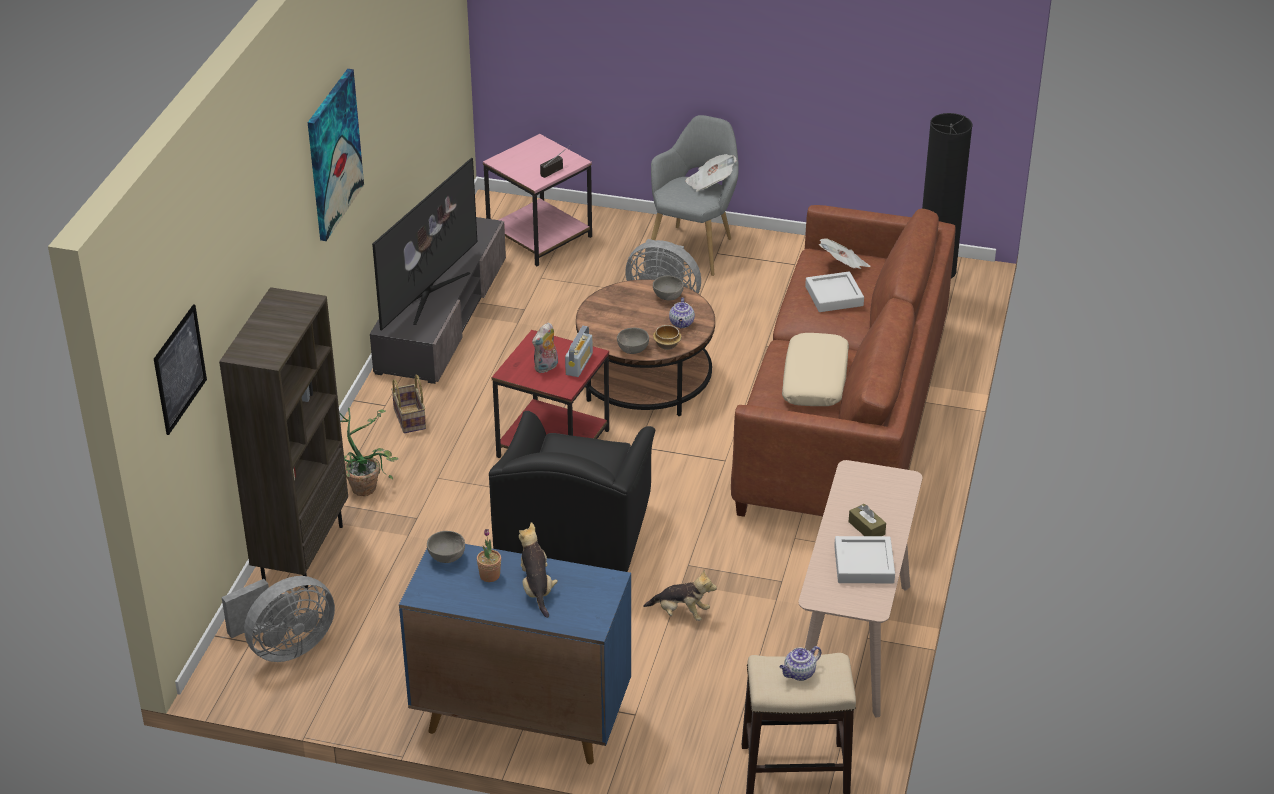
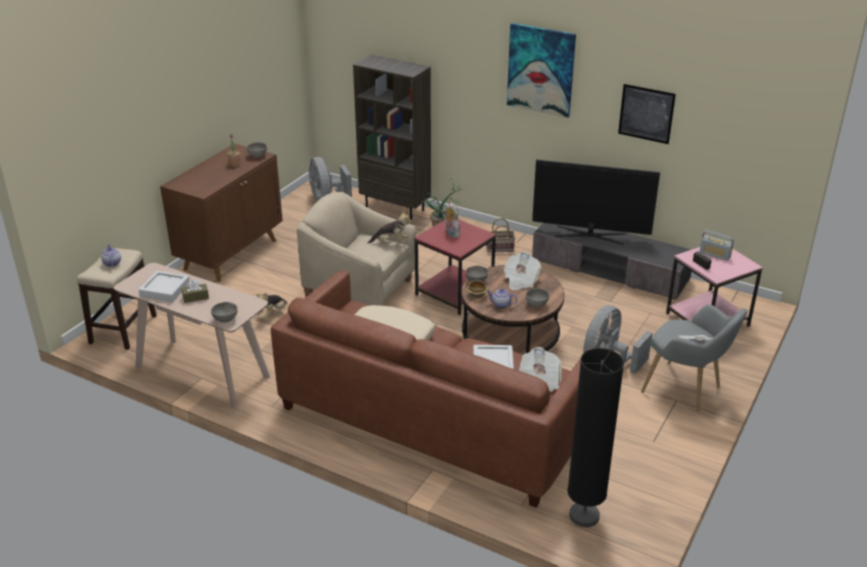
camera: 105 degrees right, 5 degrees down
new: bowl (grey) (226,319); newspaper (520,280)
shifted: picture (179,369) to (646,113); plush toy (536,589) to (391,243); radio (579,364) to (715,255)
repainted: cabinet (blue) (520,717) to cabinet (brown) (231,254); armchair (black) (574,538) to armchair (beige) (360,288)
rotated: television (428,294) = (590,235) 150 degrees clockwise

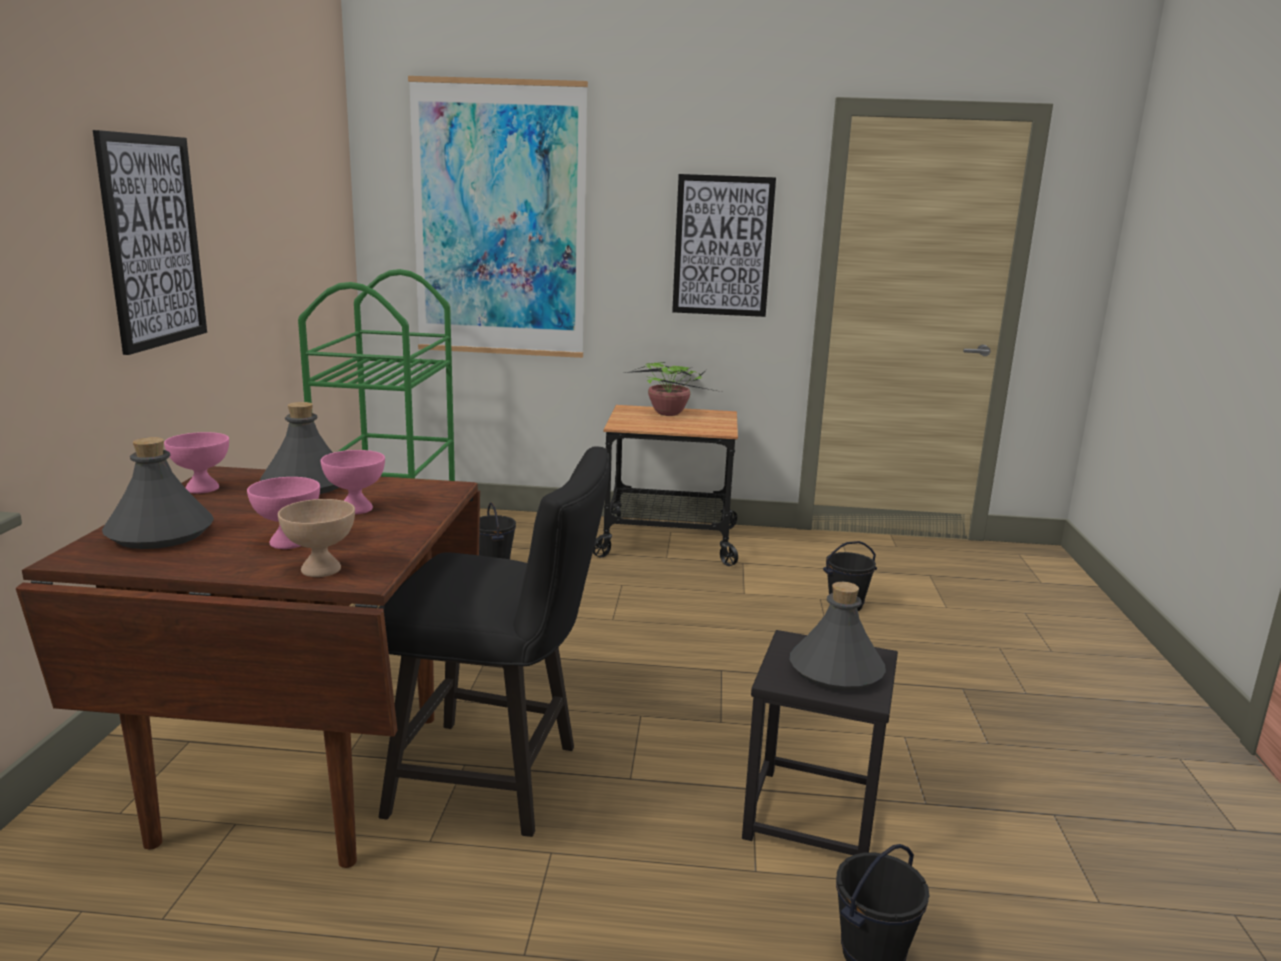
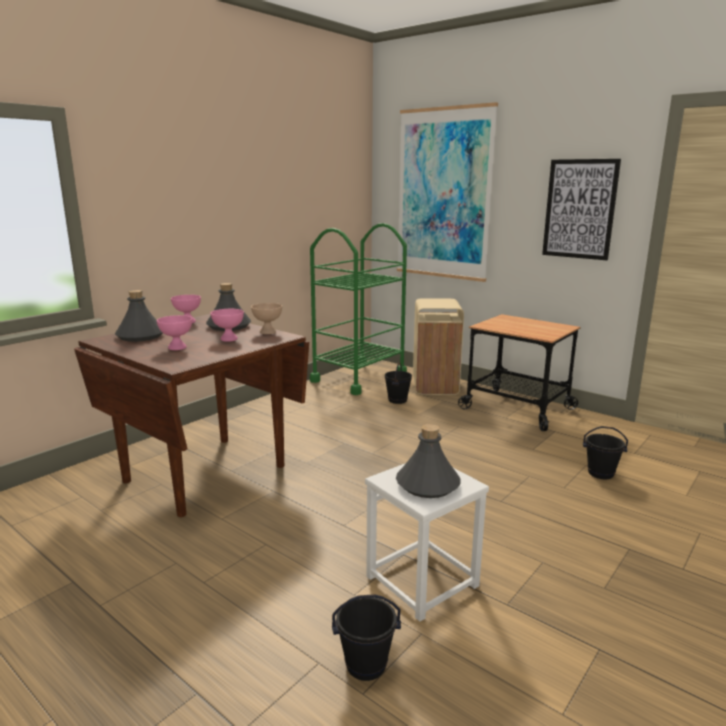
camera: 35 degrees right, 0 degrees up
gone: picture (153,241); chair (black) (498,780); potted plant (670,414)
new: trash can (beige) (434,386)
shifted: bowl (beige) (322,570) to (268,332)
repainted: stool (black) (813,816) to stool (white) (422,582)

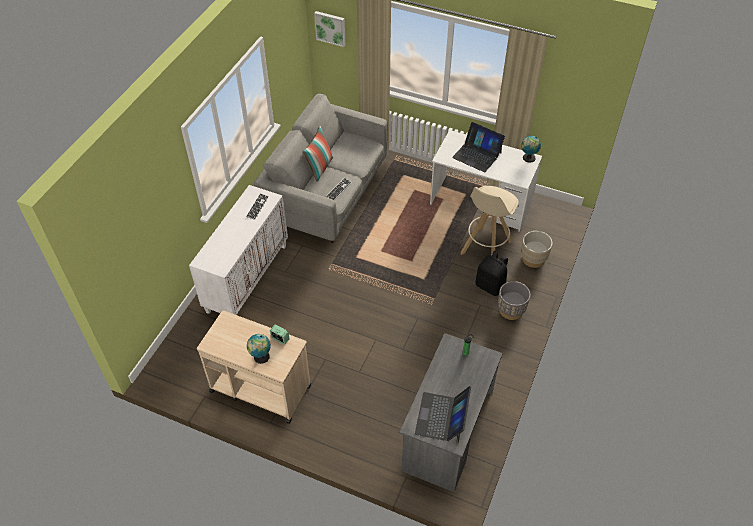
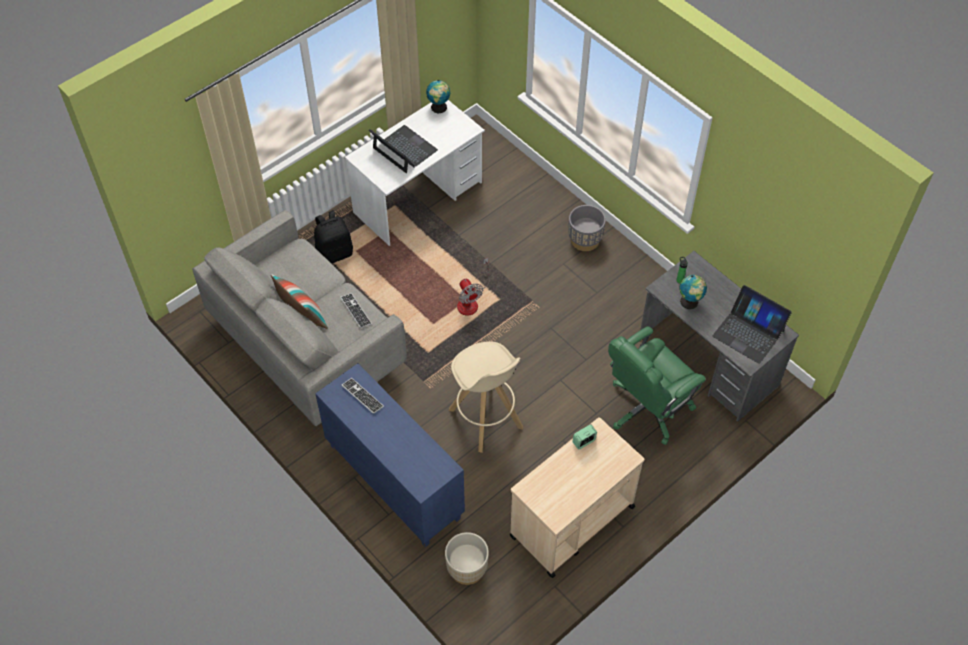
camera: 65 degrees left, 5 degrees up
gone: picture (330,28)
new: fan (471,301); office chair (green) (647,408)
shifted: globe (261,357) to (690,303); stool (beige) (485,248) to (486,419); backpack (black) (490,286) to (335,253); planter (beige) (533,259) to (467,569)
repainted: cabinet (white) (247,277) to cabinet (blue) (393,481)
rotated: laptop (477,155) = (404,149) 105 degrees counterclockwise

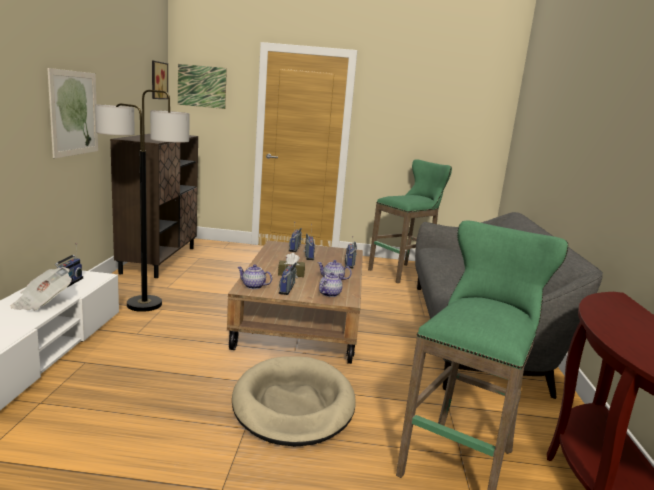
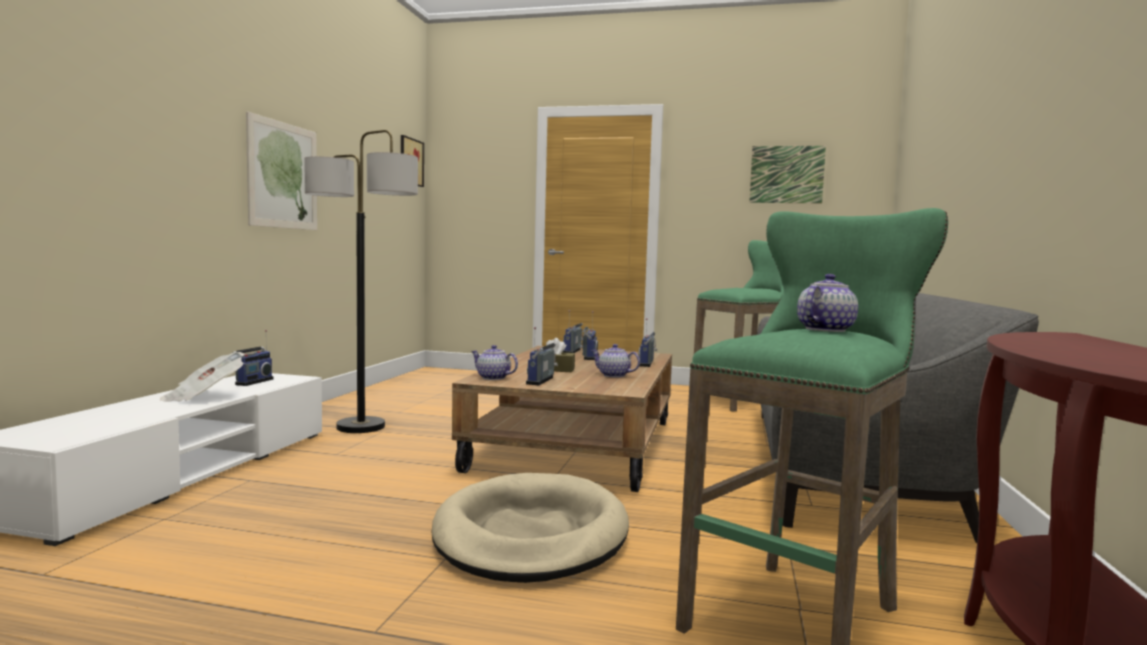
camera: 10 degrees right, 10 degrees down
gone: cabinet (brown) (159,260)
shifted: picture (202,86) to (786,174); teapot (329,294) to (824,330)

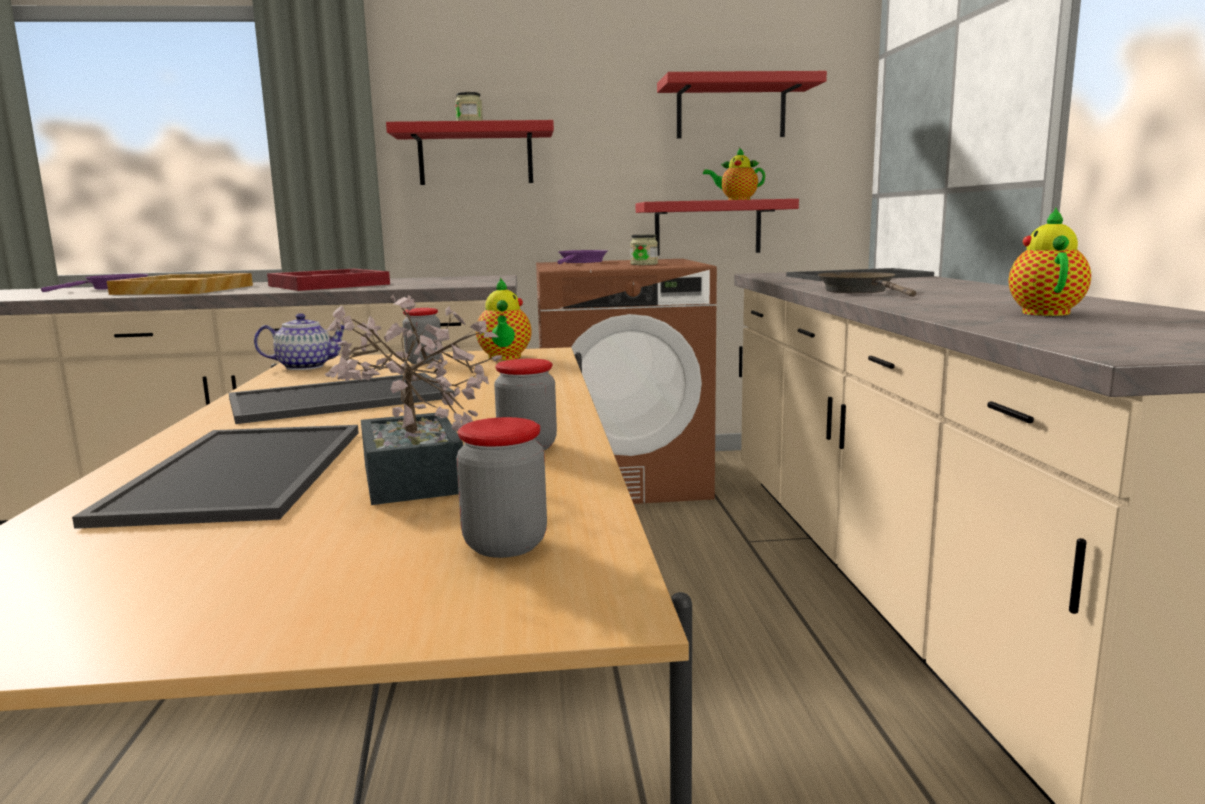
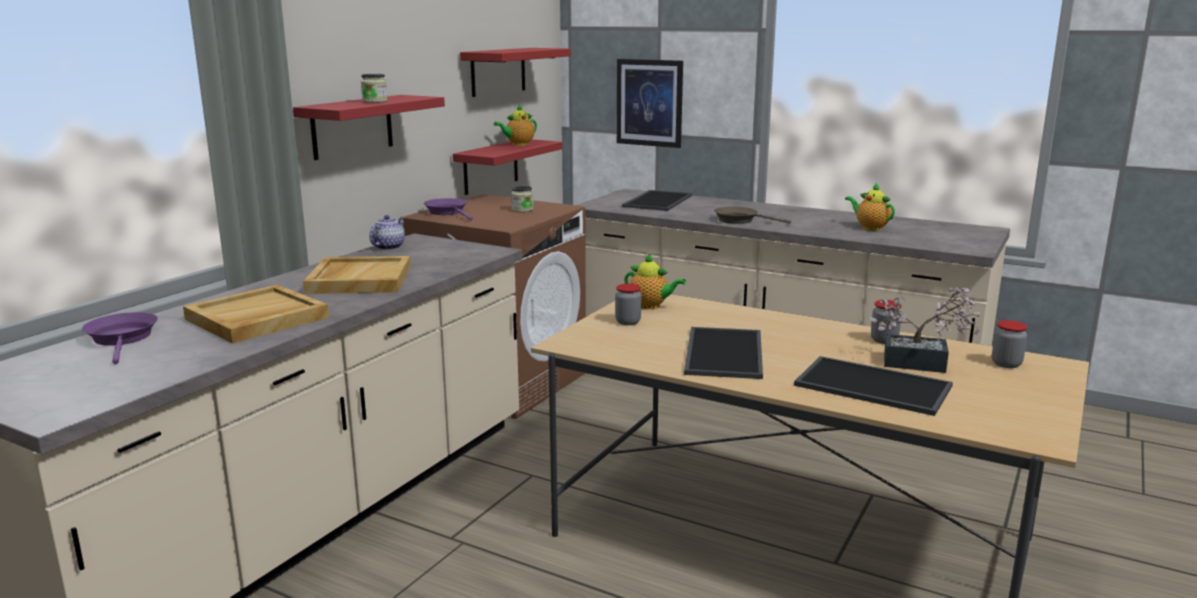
camera: 55 degrees left, 5 degrees up
new: picture (649,103)
shifted: teapot (306,366) to (388,247)
repainted: tray (red) (329,285) to tray (beige) (359,279)

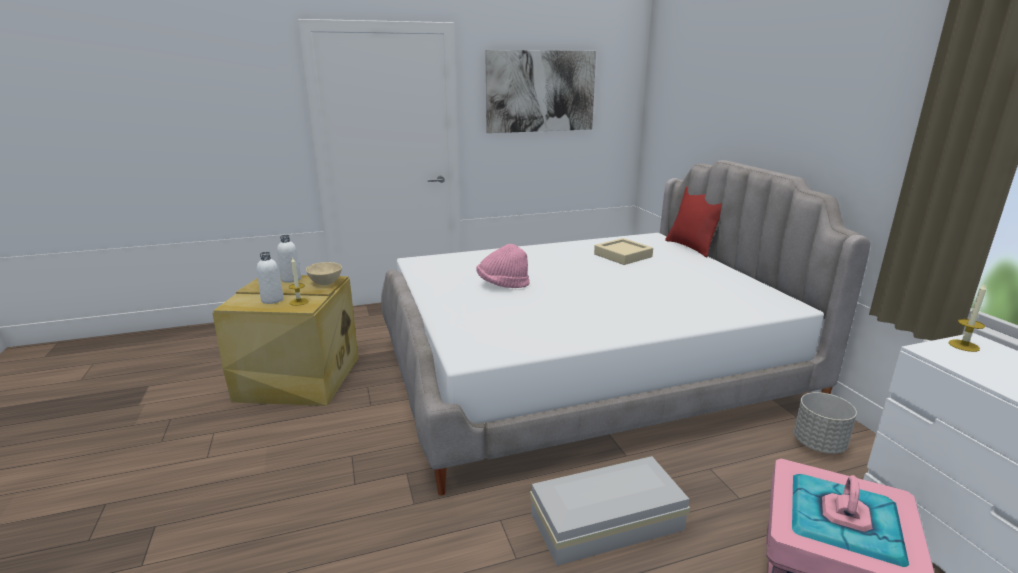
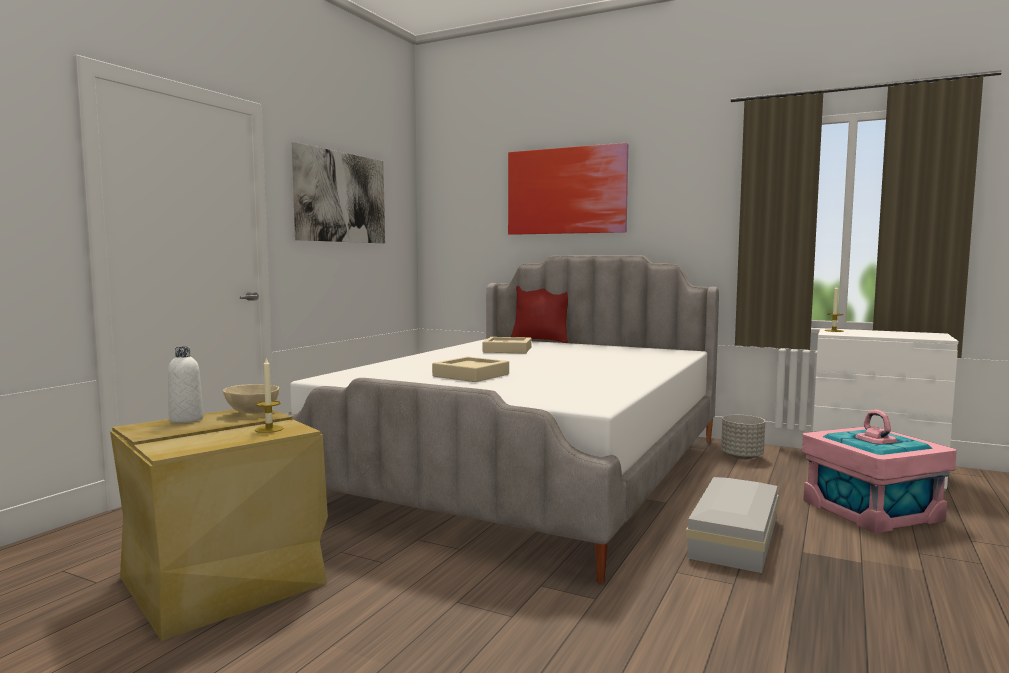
camera: 45 degrees left, 15 degrees down
gone: bottle (white) (272,300)
new: picture (566,191)
swapped: hat (pink) (503,285) to tray (beige) (471,375)

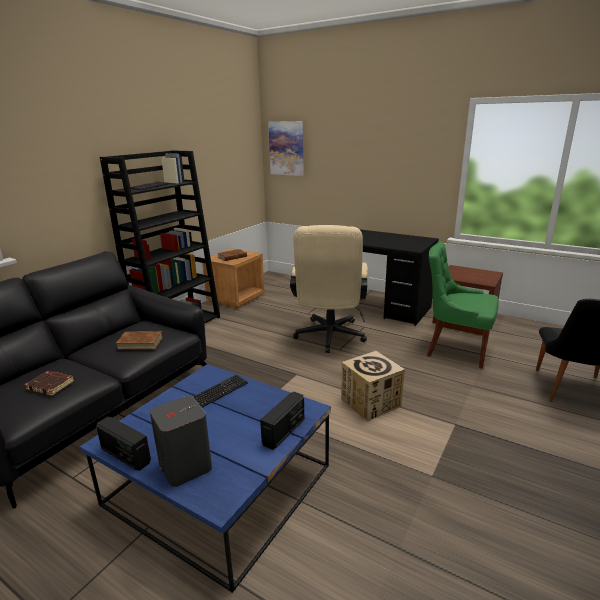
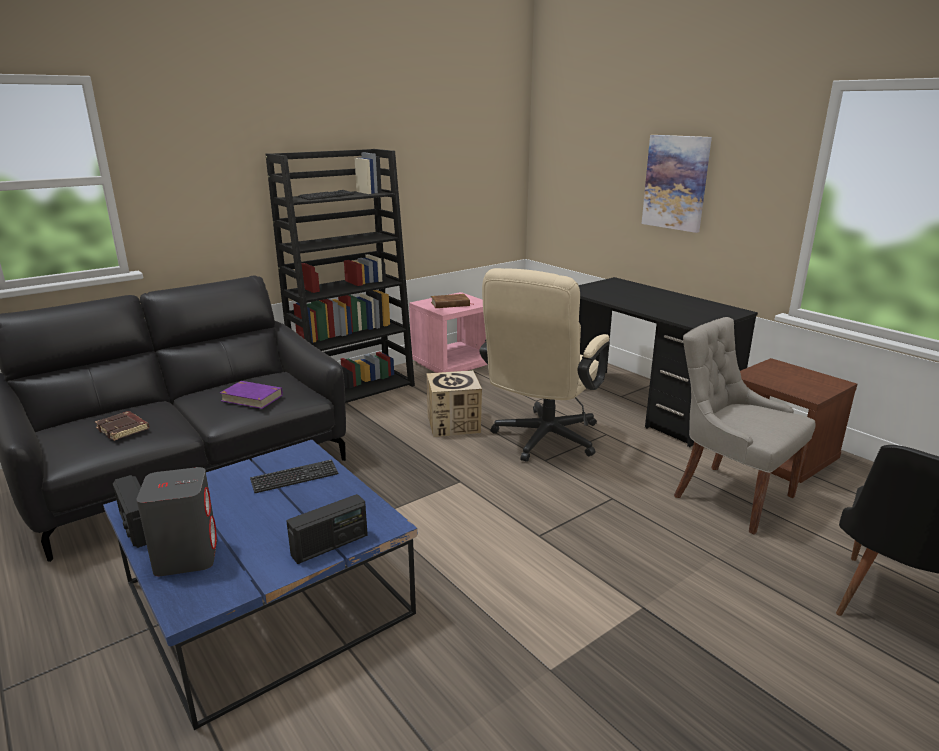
camera: 20 degrees right, 0 degrees up
shifted: picture (286,148) to (676,182); cardboard box (371,402) to (453,424)
repainted: book (brown) (140,343) to book (purple) (252,398); nightstand (brown) (236,298) to nightstand (pink) (452,363); chair (green) (455,349) to chair (grey) (729,496)

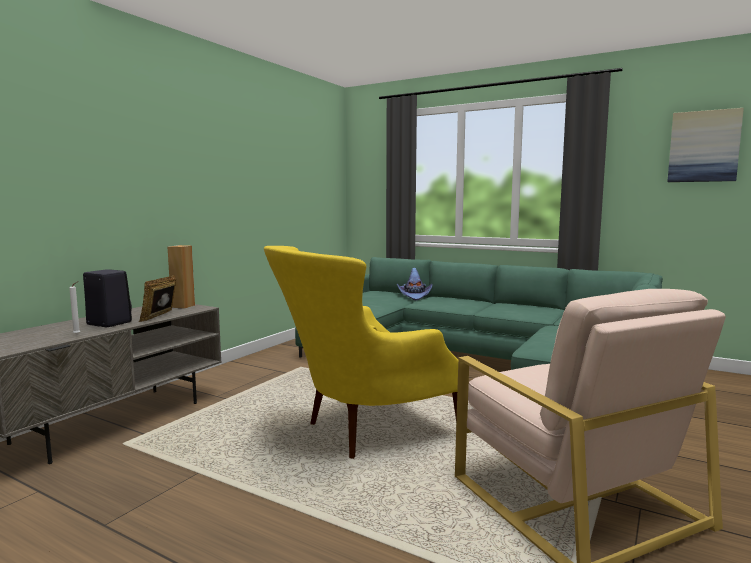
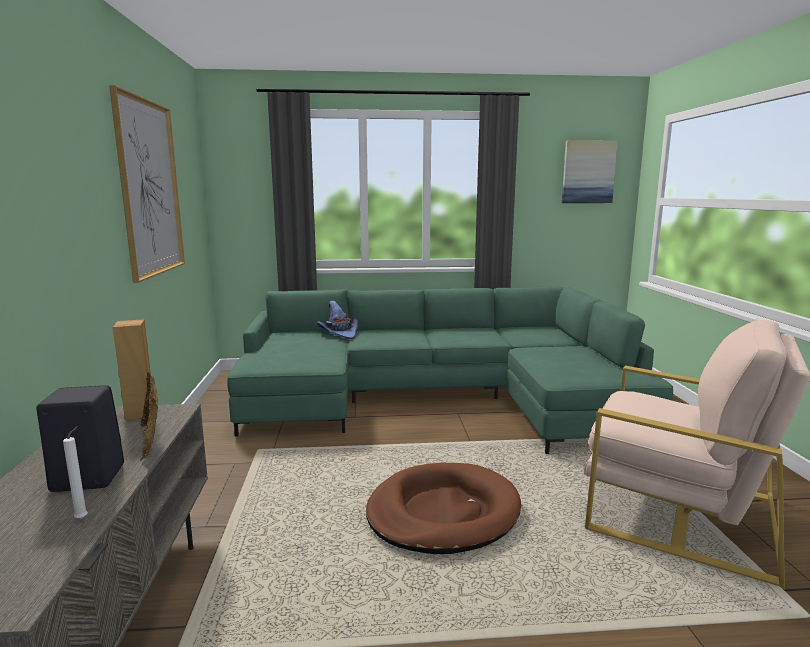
camera: 35 degrees left, 5 degrees up
new: picture (150,188)
swapped: armchair (yellow) (361,432) to dog bed (brown) (443,512)

